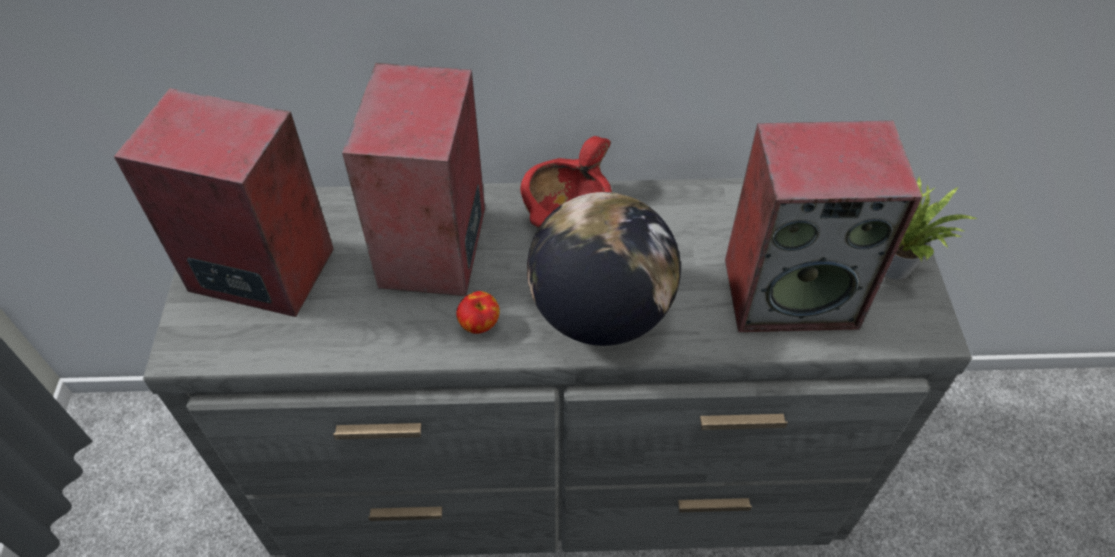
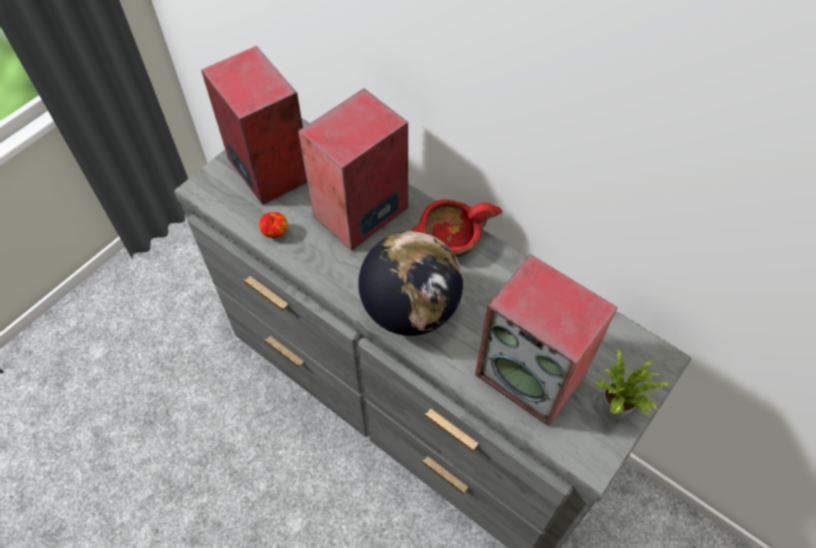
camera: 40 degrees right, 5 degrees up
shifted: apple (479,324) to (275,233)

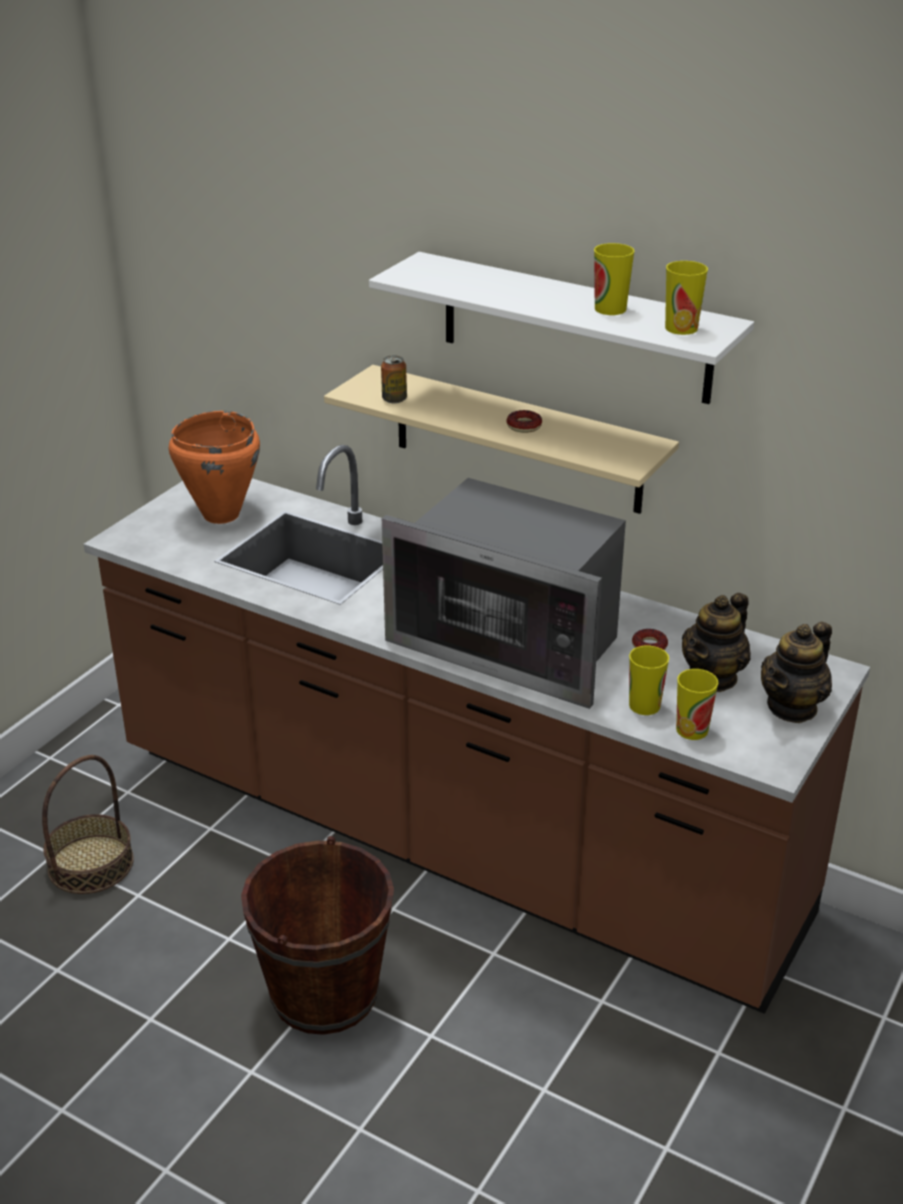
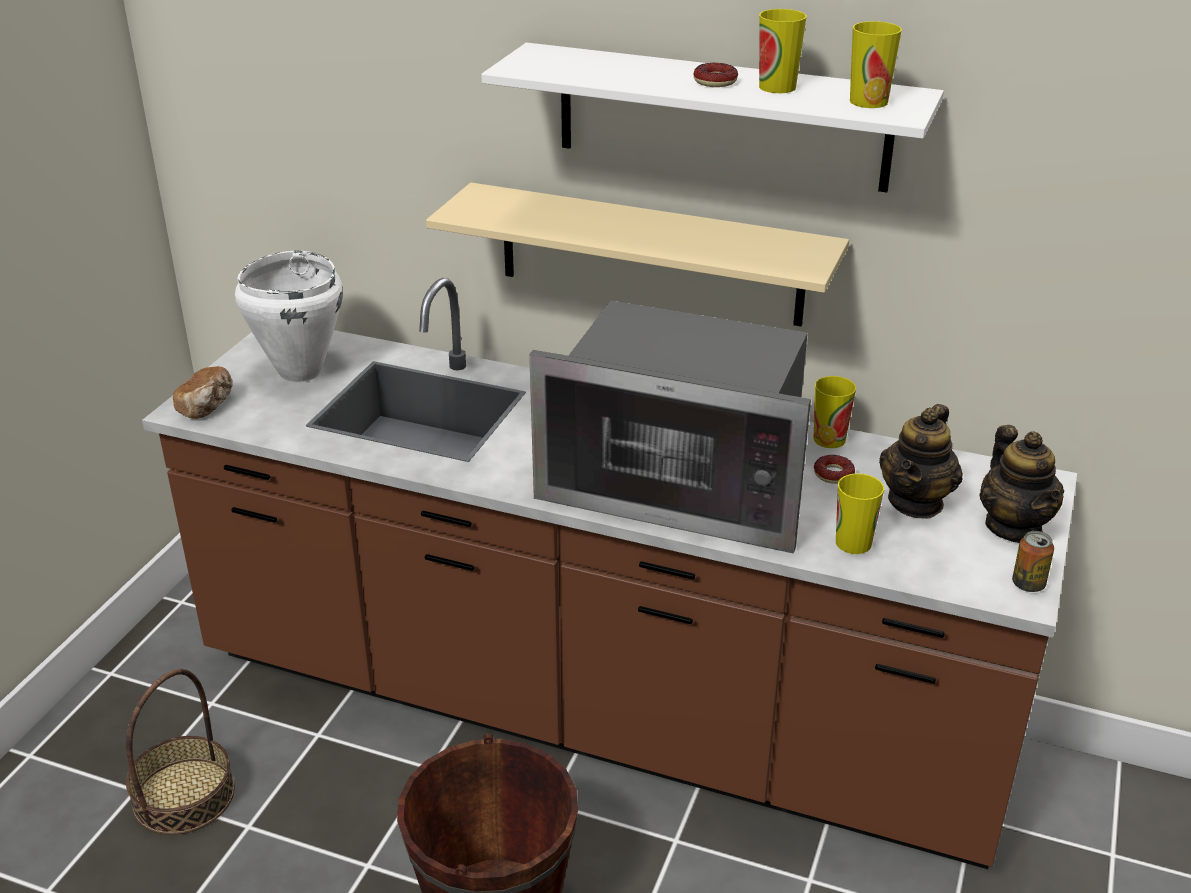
camera: 10 degrees left, 0 degrees up
new: bread (208,406)
shifted: can (394,399) to (1028,584); donut (524,426) to (715,81); cup (692,730) to (829,439)
repainted: cooking pot (orange) (220,515) to cooking pot (white) (299,372)
rotated: teapot (792,707) = (1014,527) 45 degrees counterclockwise

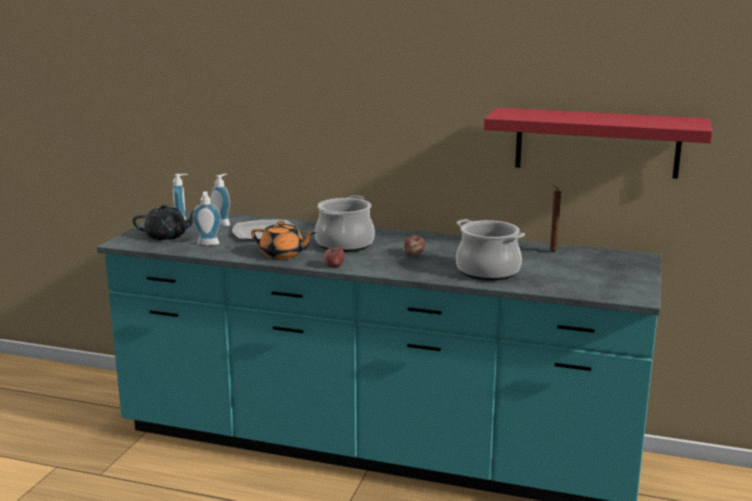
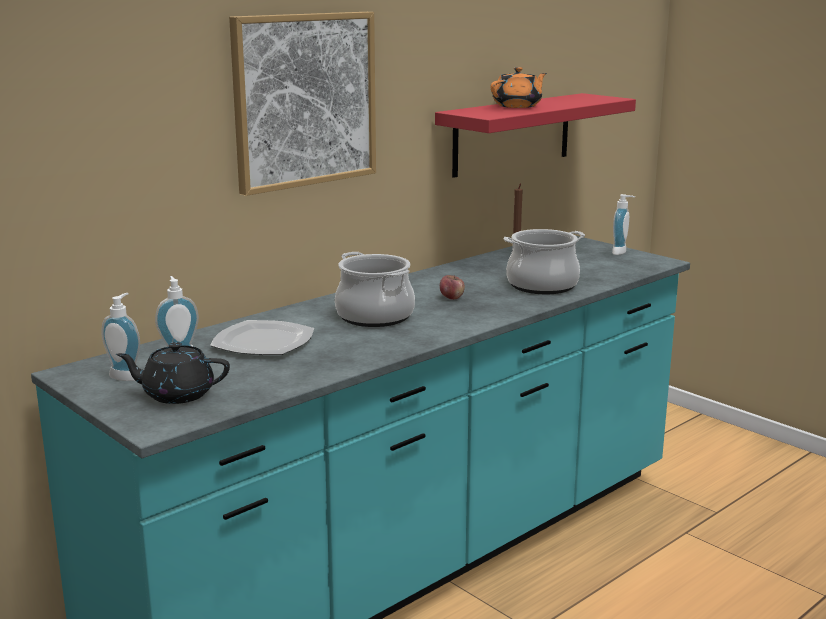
camera: 60 degrees left, 0 degrees up
gone: apple (333,266)
new: picture (304,100)
shifted: soap dispenser (207,244) to (622,252); teapot (orange) (283,255) to (518,106)
rotated: teapot (black) (167,236) = (177,394) 105 degrees counterclockwise

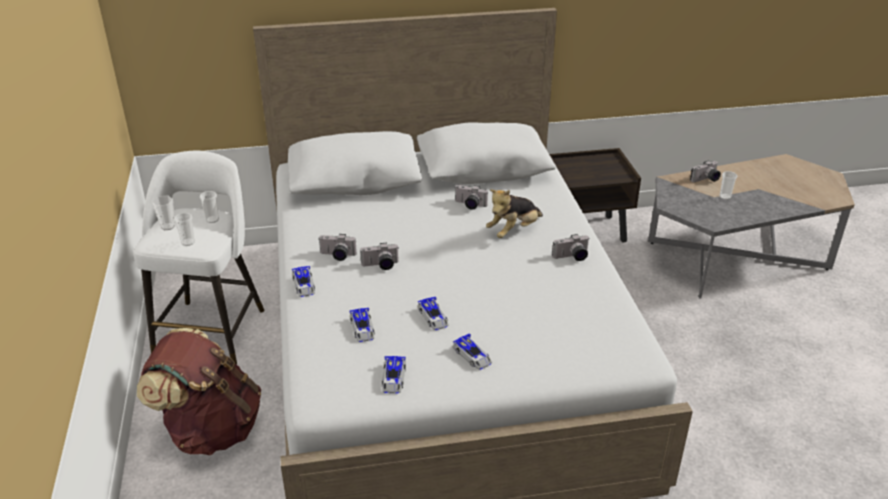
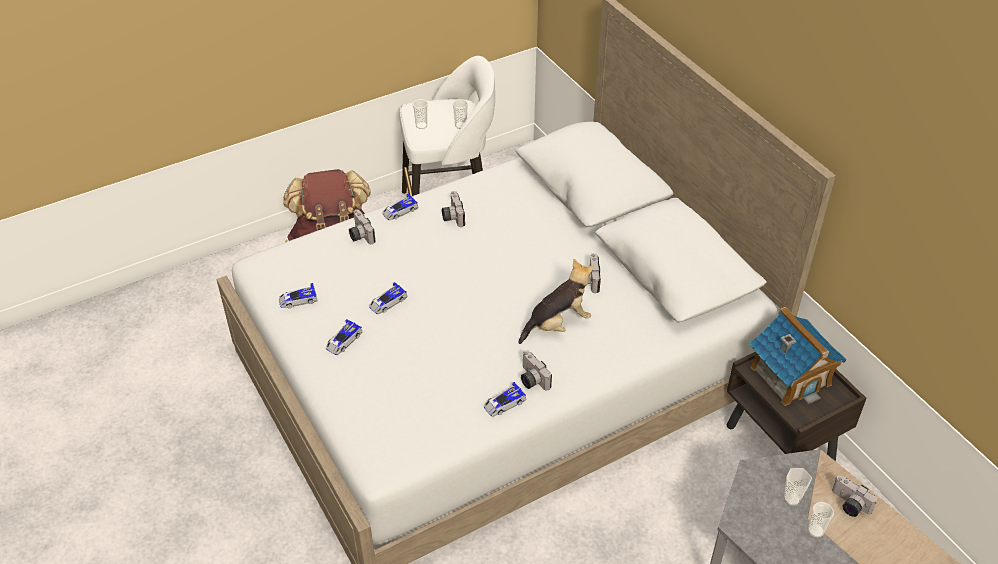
camera: 70 degrees right, 10 degrees up
new: toy house (790,375)
shifted: cup (167,226) to (792,499); toy car (362,329) to (504,403); photo camera (380,266) to (359,235)
rotated: plush toy (514,230) = (557,324) 120 degrees clockwise

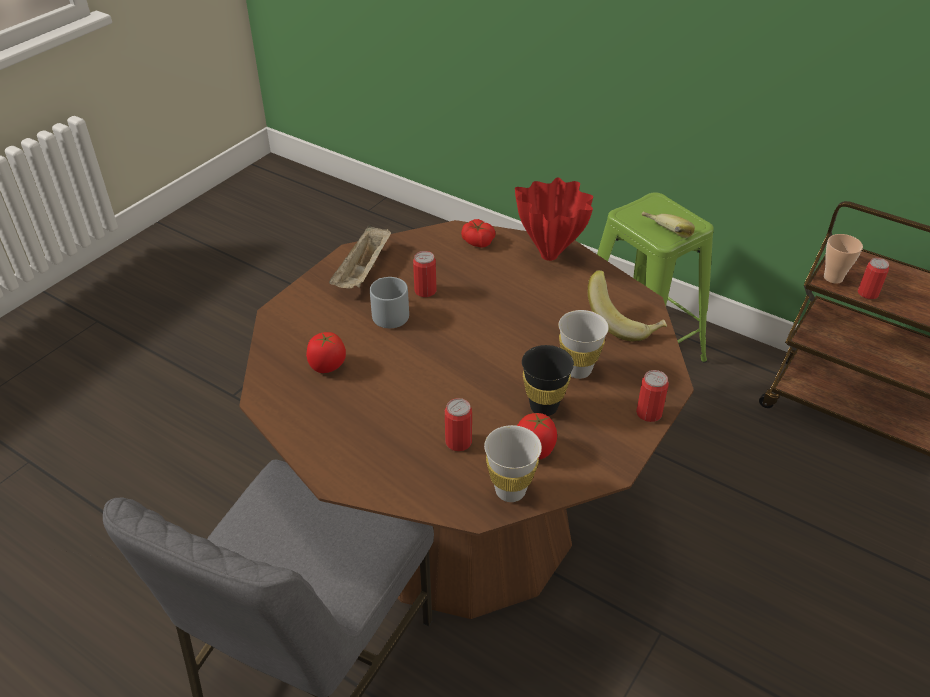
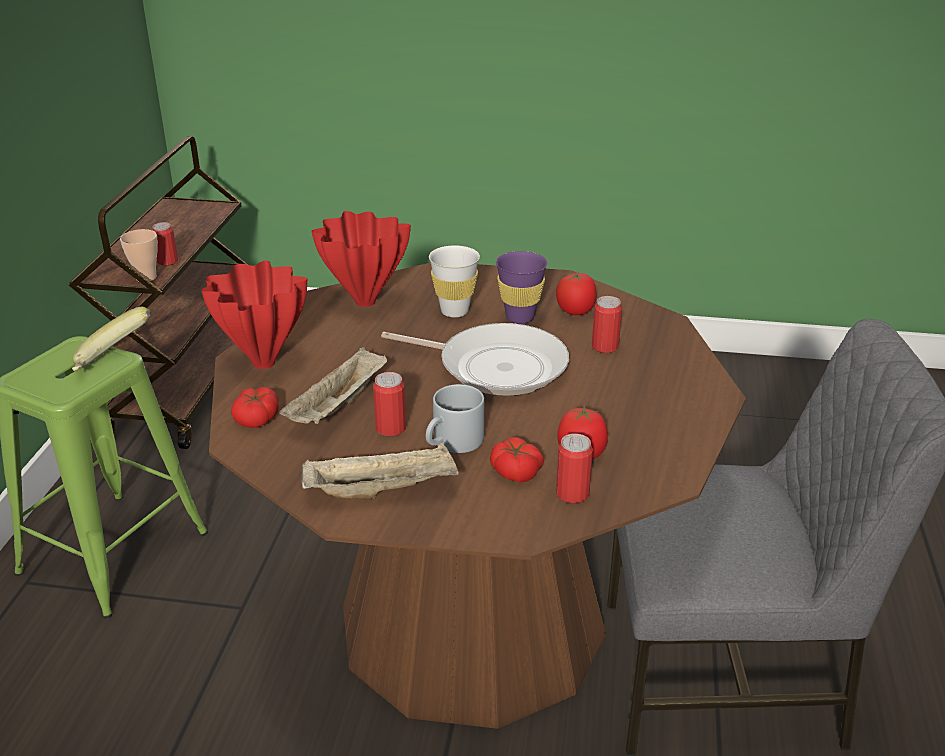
camera: 115 degrees left, 10 degrees down
gone: cup (white) (510,491)
new: tray (beige) (338,407); frying pan (496,366); tomato (515,472)
shifted: can (649,413) to (572,494)
swapped: banana (623,322) to vase (red) (363,302)
repainted: cup (black) (543,407) to cup (purple) (520,317)

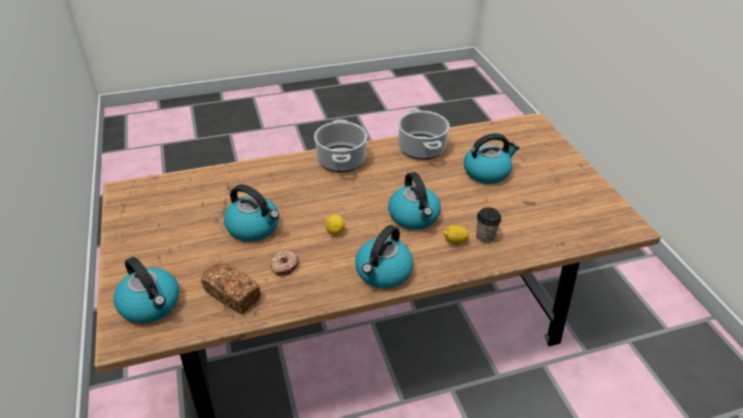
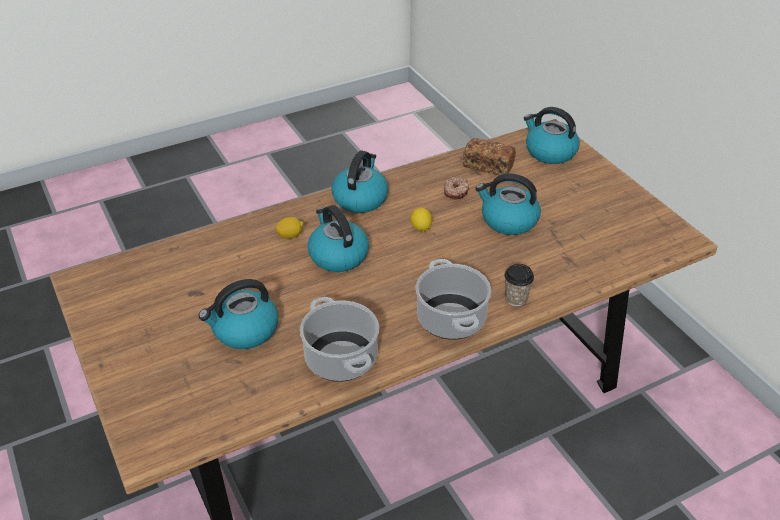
camera: 170 degrees right, 0 degrees up
shifted: cup (485,236) to (516,298)

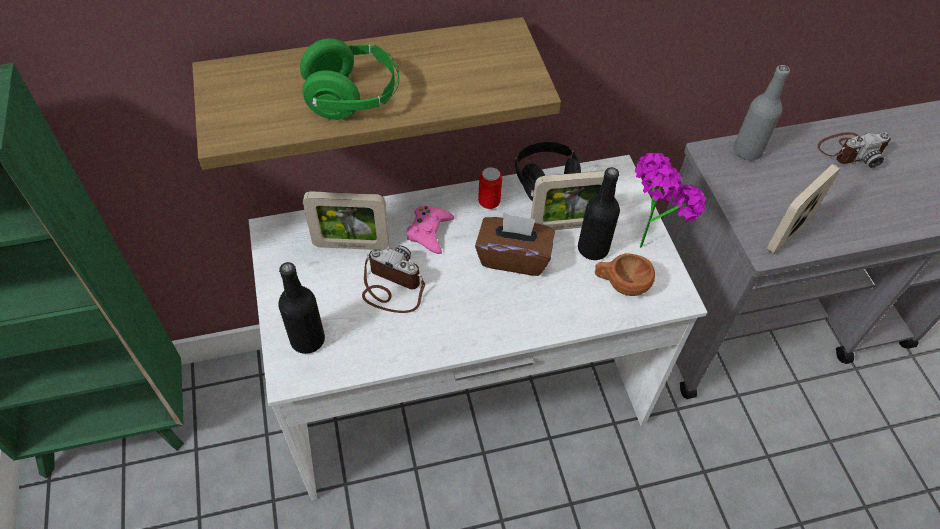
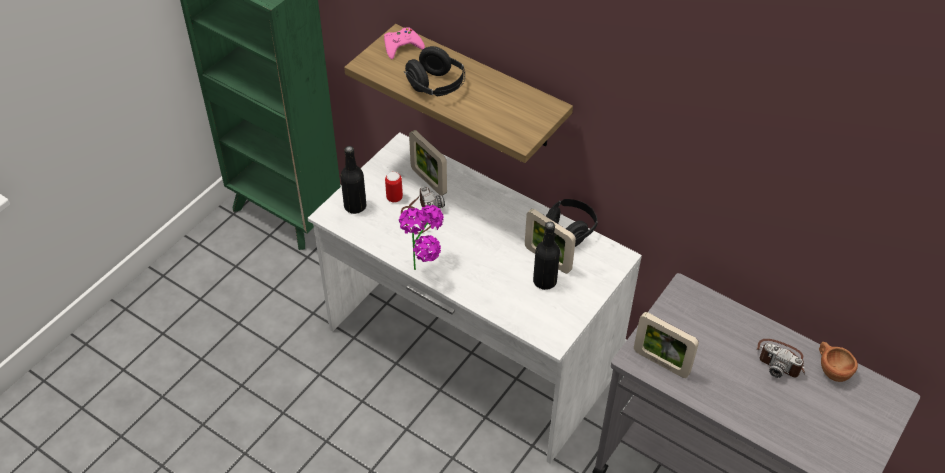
camera: 50 degrees right, 5 degrees down
gone: tissue box (brown) (513,257); bottle (grey) (747,151)
shifted: game controller (pink) (429,232) to (402,46); can (489,202) to (394,198); cup (brown) (620,284) to (831,369); potted plant (648,238) to (425,269)
repainted: headphones (green) (353,98) to headphones (black) (436,86)
rotated: picture frame (789,233) = (661,363) 150 degrees counterclockwise

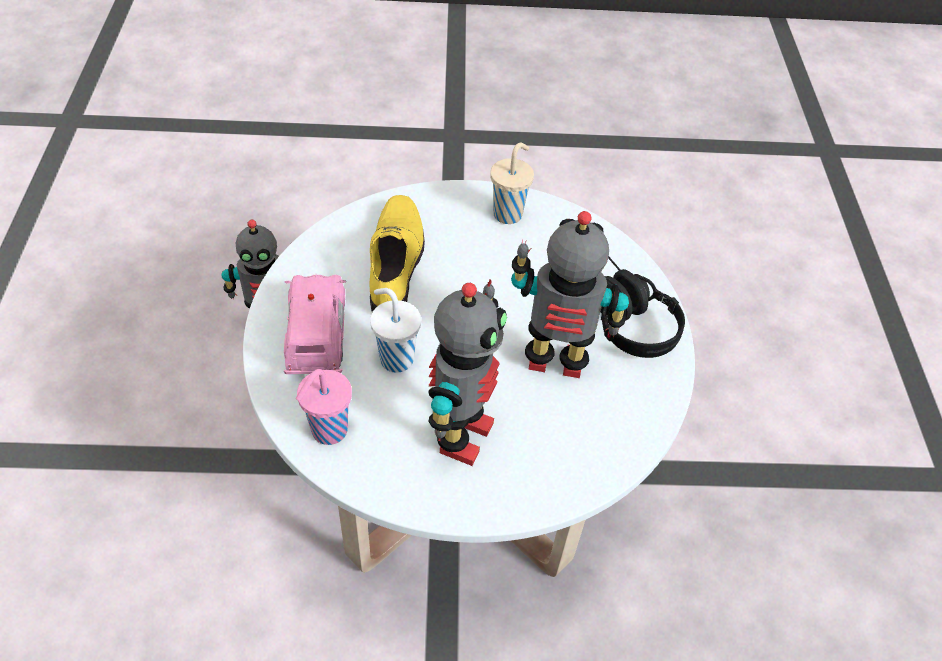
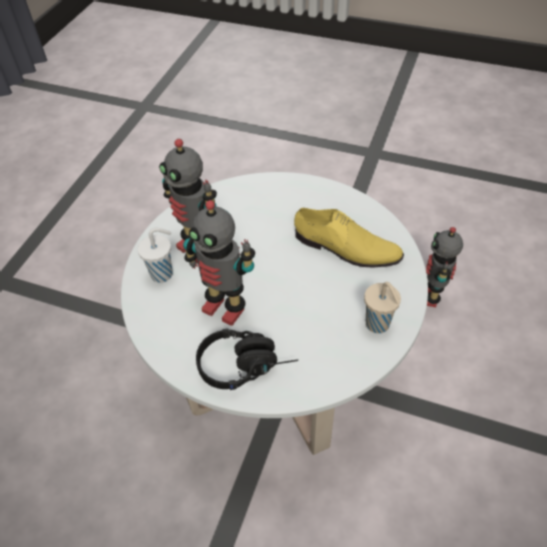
camera: 115 degrees right, 0 degrees up
gone: toy car (pink) (317,335); cup (pink) (327,432)
shifted: cup (white) (395,358) to (163,274)
rotated: toy robot (555,365) = (225,307) 90 degrees clockwise

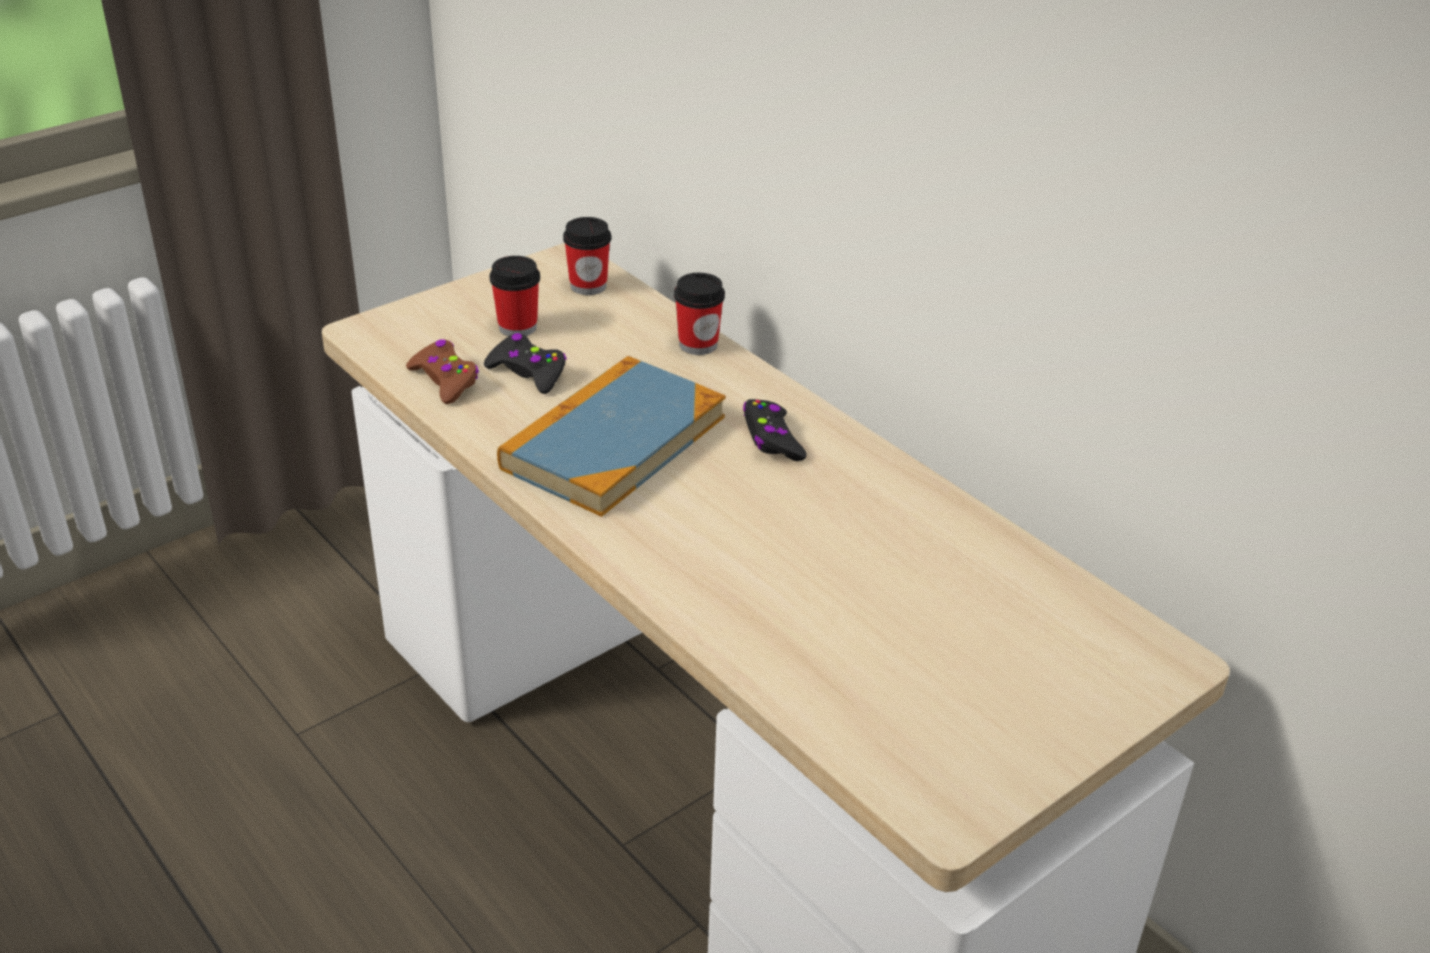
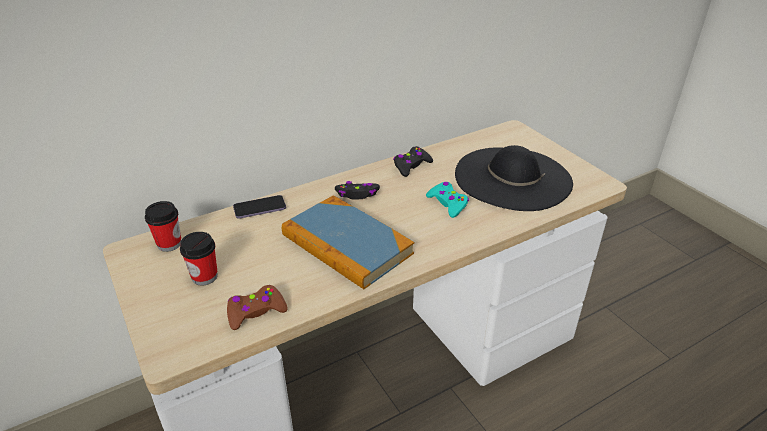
camera: 80 degrees left, 0 degrees up
new: game controller (turquoise) (448,203); hat (black) (512,178)
shifted: game controller (black) (528,372) to (411,166)
swapped: cup (698,344) to phone (260,208)

